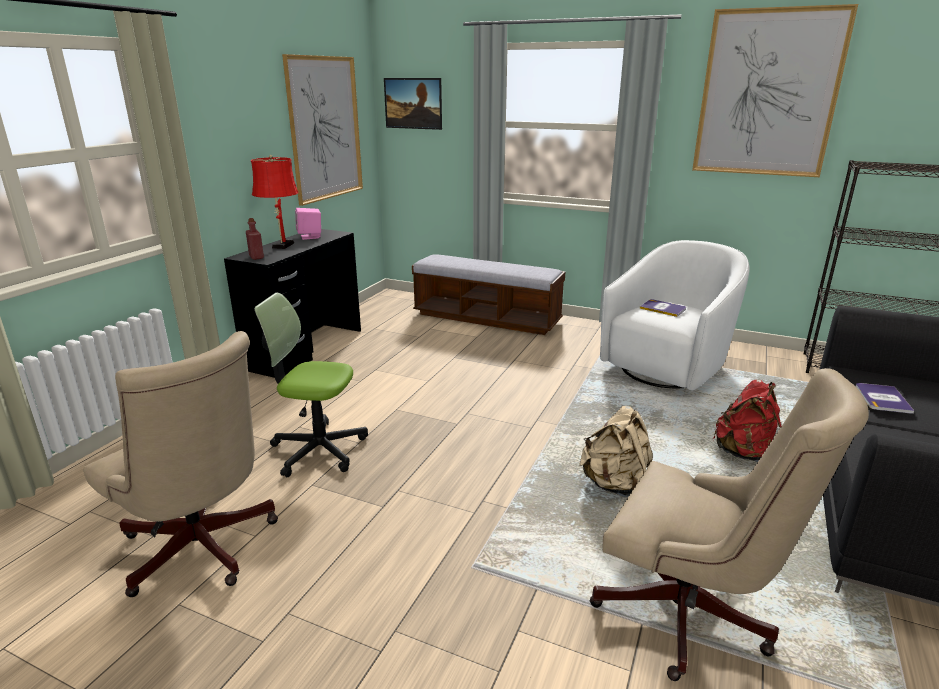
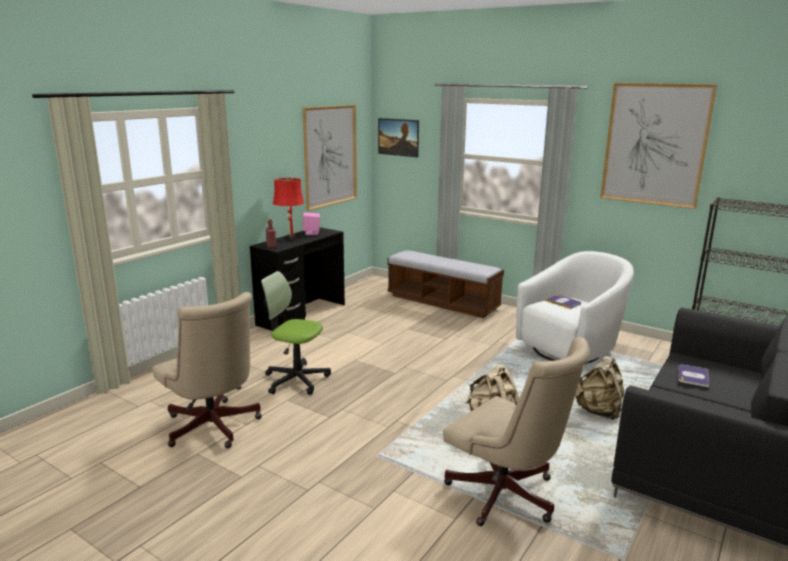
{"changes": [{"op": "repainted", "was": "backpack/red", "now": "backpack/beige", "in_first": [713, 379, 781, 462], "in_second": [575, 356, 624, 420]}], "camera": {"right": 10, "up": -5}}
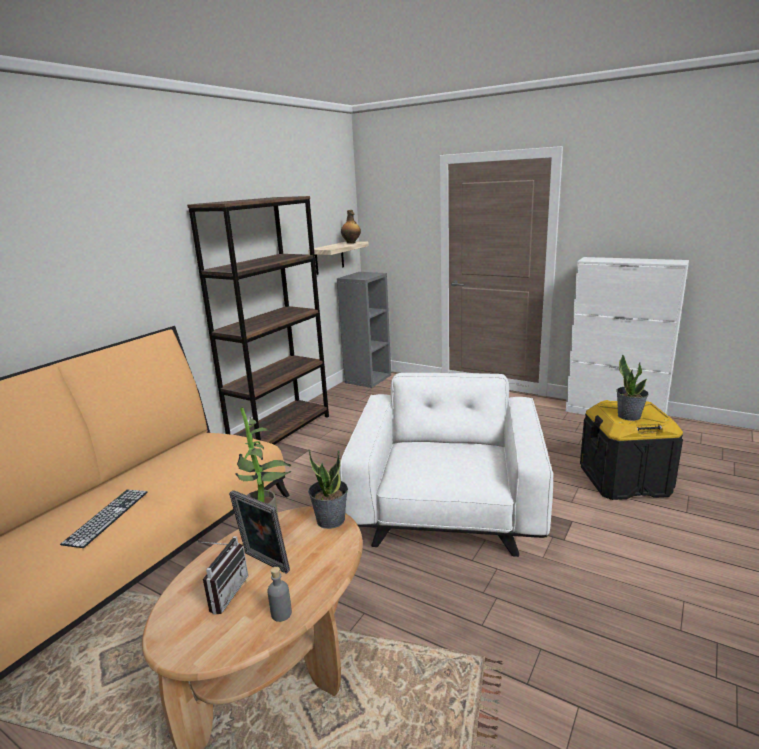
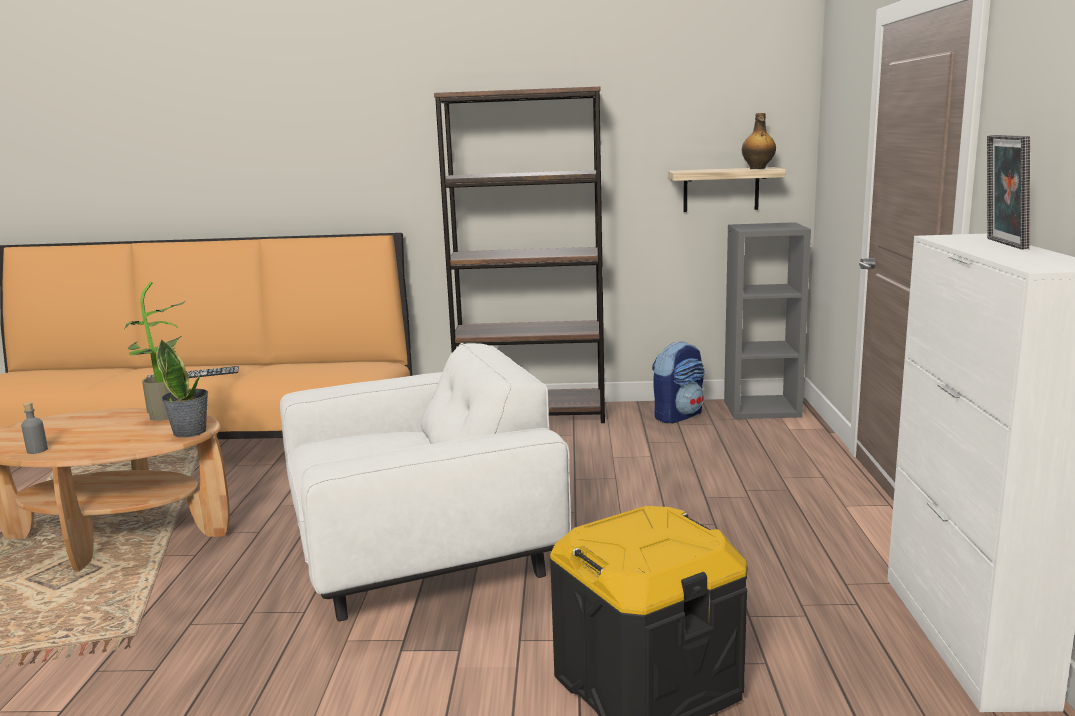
{"changes": [{"op": "new", "now": "backpack", "in_second": [652, 341, 705, 423]}, {"op": "shifted", "was": "picture frame", "in_first": [229, 490, 290, 574], "in_second": [987, 135, 1030, 249]}, {"op": "gone", "was": "radio", "in_first": [197, 536, 248, 615]}, {"op": "gone", "was": "potted plant", "in_first": [616, 354, 649, 421]}], "camera": {"right": 60, "up": -5}}
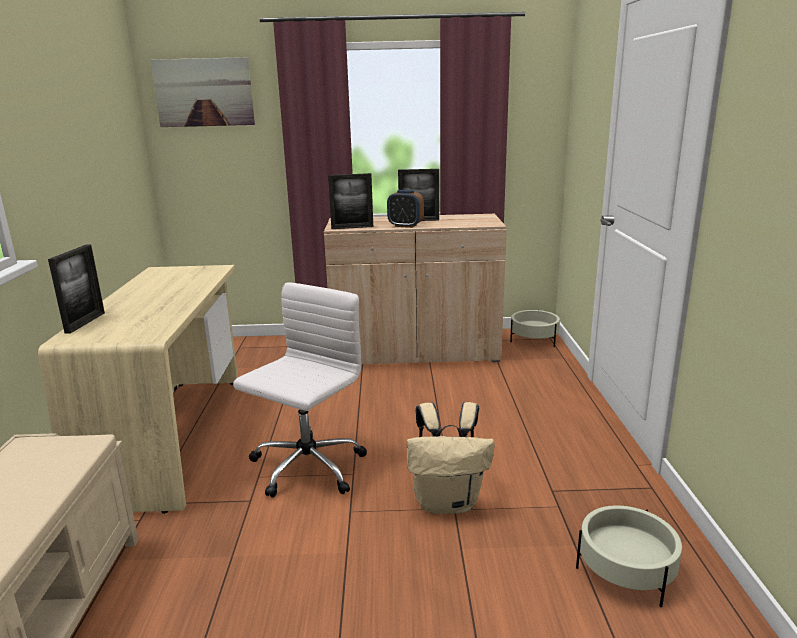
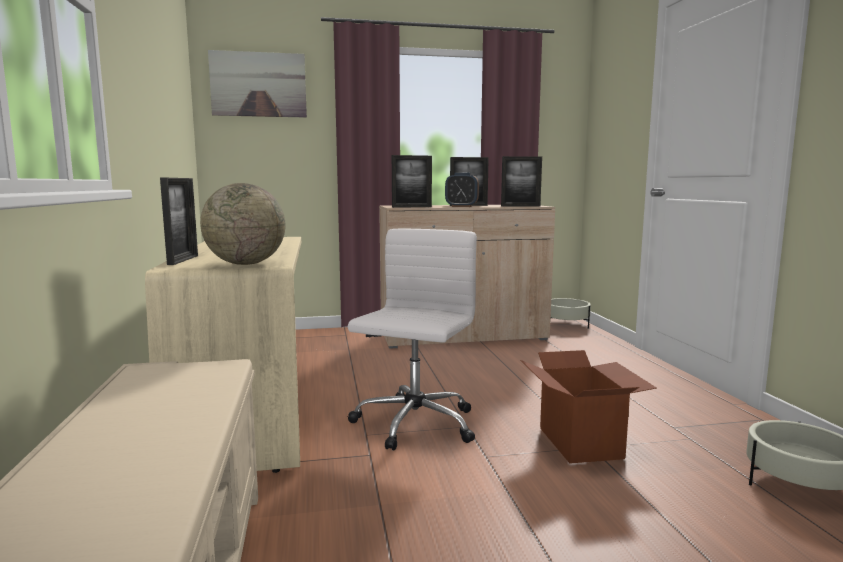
{"changes": [{"op": "new", "now": "globe", "in_second": [200, 183, 285, 265]}, {"op": "new", "now": "picture frame", "in_second": [501, 156, 542, 207]}, {"op": "swapped", "was": "backpack/beige", "now": "cardboard box", "in_first": [407, 402, 495, 514], "in_second": [520, 350, 657, 464]}], "camera": {"right": -10, "up": -10}}
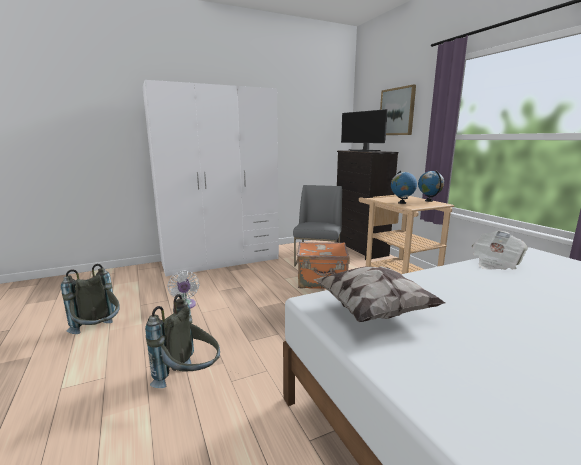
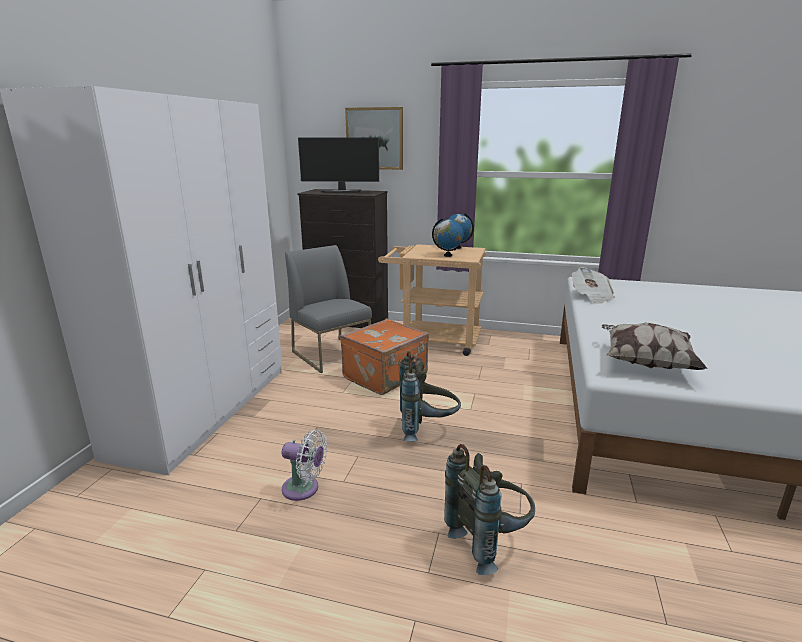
{"changes": [{"op": "shifted", "was": "backpack/grey", "in_first": [61, 264, 120, 334], "in_second": [399, 351, 461, 441]}], "camera": {"right": -50, "up": 5}}
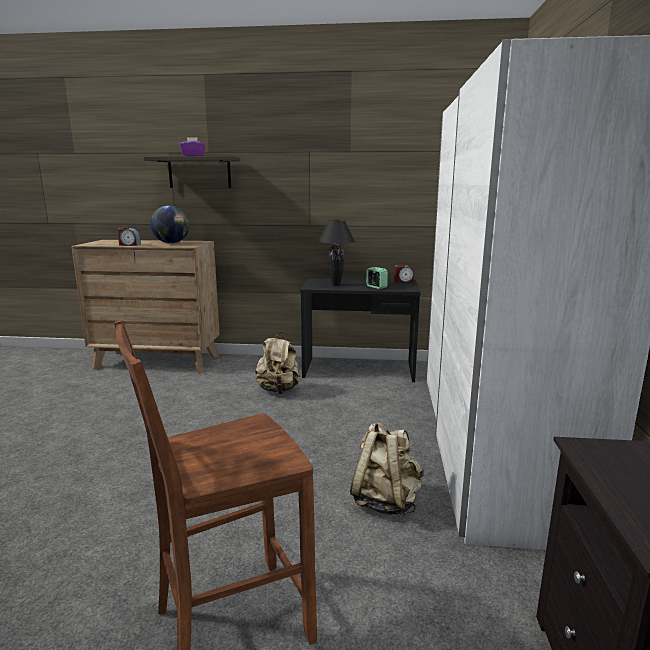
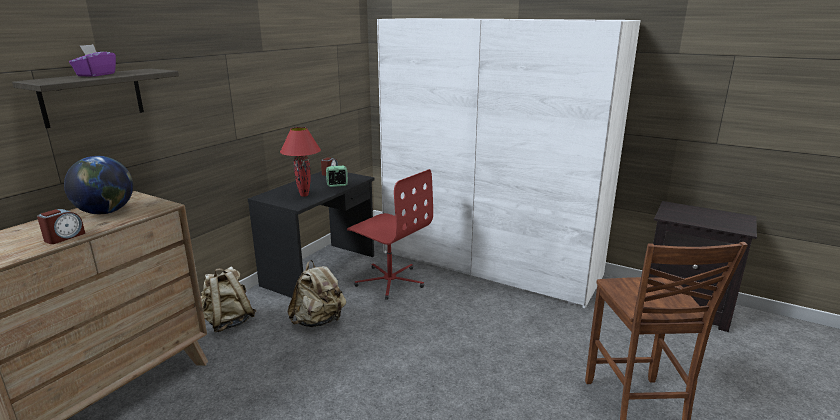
{"changes": [{"op": "shifted", "was": "backpack/beige", "in_first": [350, 422, 424, 515], "in_second": [201, 266, 256, 332]}, {"op": "repainted", "was": "table lamp/black", "now": "table lamp/red", "in_first": [318, 220, 355, 286], "in_second": [280, 127, 321, 197]}, {"op": "new", "now": "office chair/red", "in_second": [347, 169, 433, 300]}], "camera": {"right": -65, "up": 5}}
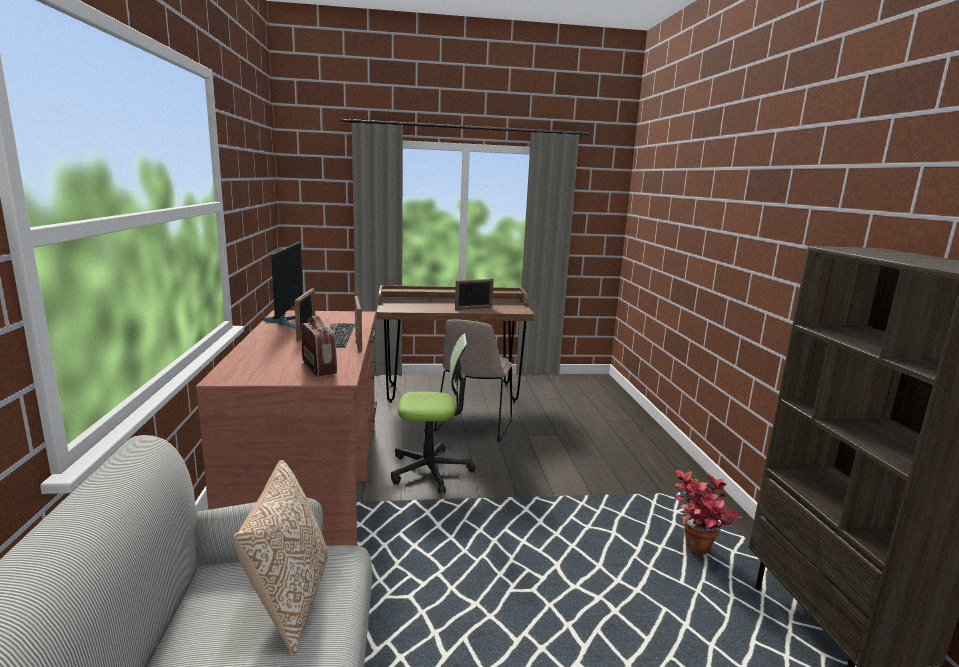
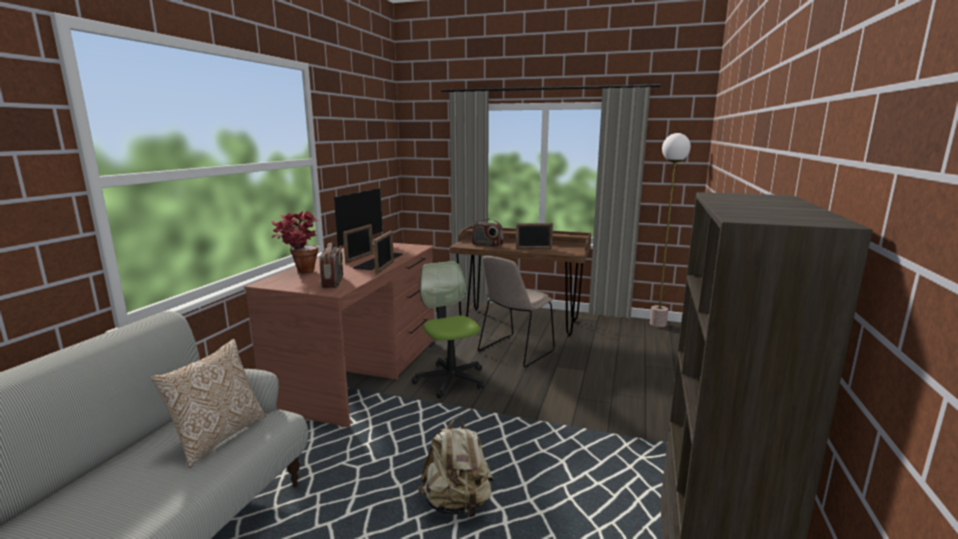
{"changes": [{"op": "shifted", "was": "potted plant", "in_first": [675, 470, 741, 555], "in_second": [271, 211, 320, 273]}, {"op": "rotated", "was": "office chair", "in_first": [391, 334, 475, 494], "in_second": [412, 261, 484, 399], "clockwise": -135}, {"op": "new", "now": "backpack/beige", "in_second": [418, 417, 494, 518]}, {"op": "new", "now": "radio", "in_second": [472, 219, 504, 247]}, {"op": "new", "now": "floor lamp", "in_second": [650, 133, 691, 327]}], "camera": {"right": 25, "up": 0}}
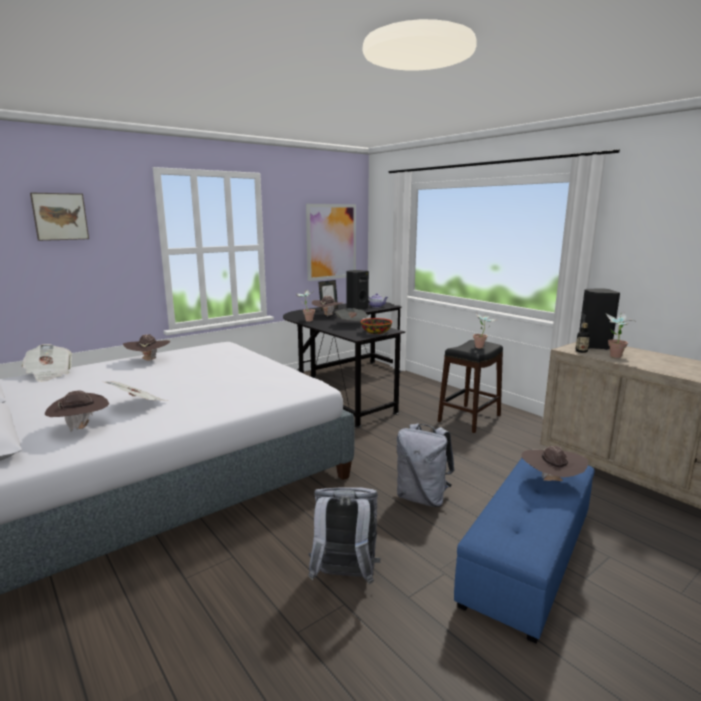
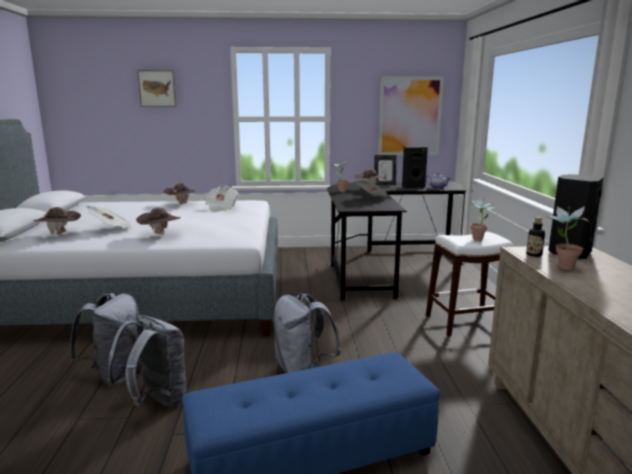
{"changes": [{"op": "new", "now": "backpack/grey", "in_second": [69, 293, 141, 383]}, {"op": "shifted", "was": "hat/brown", "in_first": [522, 446, 588, 481], "in_second": [136, 208, 181, 235]}, {"op": "shifted", "was": "newspaper", "in_first": [21, 344, 72, 382], "in_second": [204, 186, 239, 213]}, {"op": "repainted", "was": "stool/black", "now": "stool/white", "in_first": [438, 340, 503, 433], "in_second": [426, 232, 514, 337]}, {"op": "gone", "was": "bowl", "in_first": [361, 318, 392, 334]}], "camera": {"right": 35, "up": 0}}
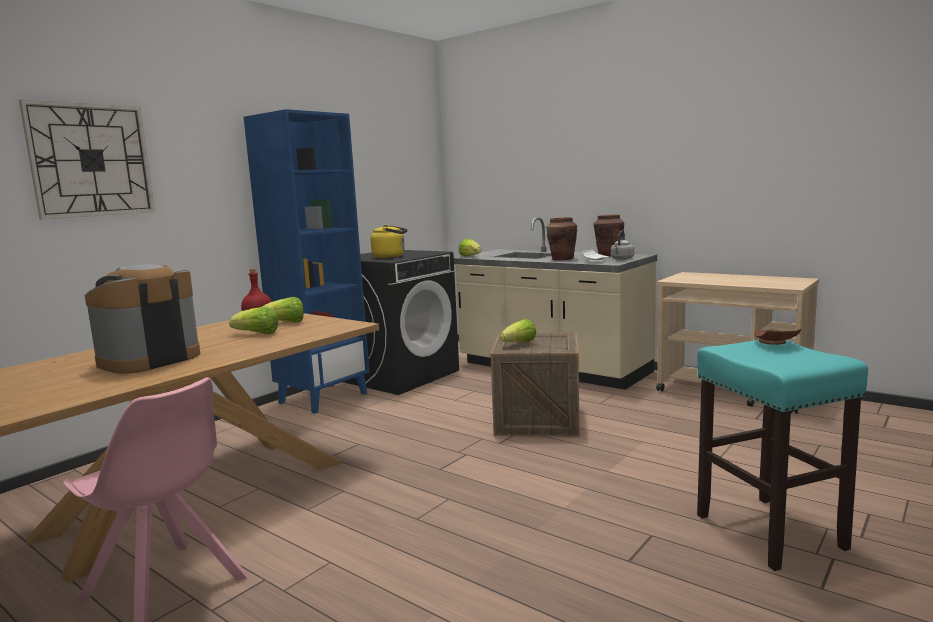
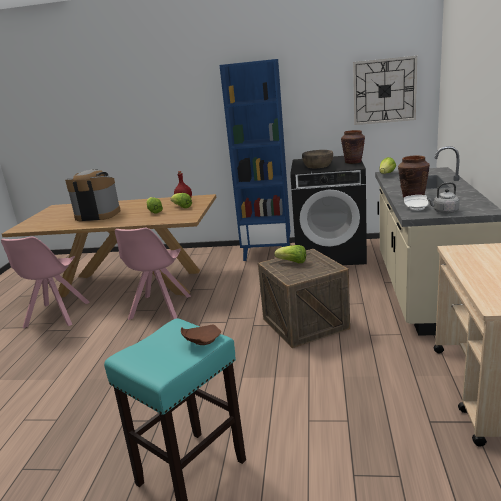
{"changes": [{"op": "new", "now": "chair/pink", "in_second": [115, 228, 191, 320]}, {"op": "swapped", "was": "kettle/yellow", "now": "bowl/brown", "in_first": [371, 224, 408, 258], "in_second": [302, 150, 333, 168]}, {"op": "shifted", "was": "vase/brown", "in_first": [594, 215, 624, 256], "in_second": [341, 130, 365, 164]}, {"op": "shifted", "was": "wall clock", "in_first": [19, 100, 155, 220], "in_second": [353, 56, 417, 125]}], "camera": {"right": 60, "up": 10}}
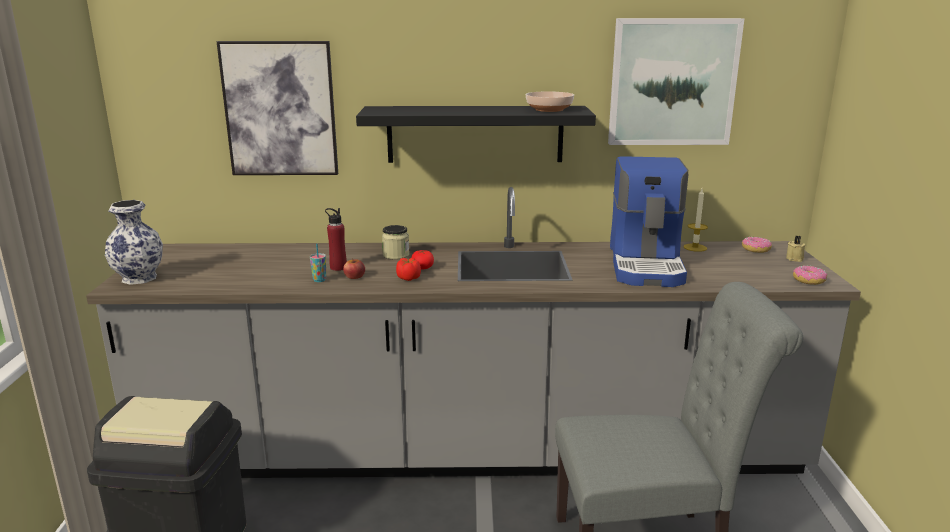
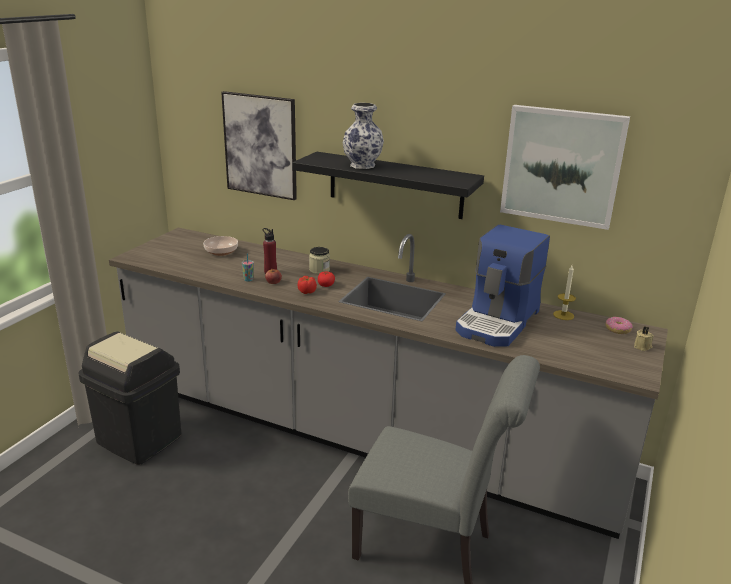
{"changes": [{"op": "shifted", "was": "bowl", "in_first": [526, 91, 574, 112], "in_second": [203, 236, 238, 256]}, {"op": "shifted", "was": "vase", "in_first": [105, 200, 163, 285], "in_second": [343, 103, 384, 169]}, {"op": "gone", "was": "donut", "in_first": [793, 266, 827, 285]}], "camera": {"right": 25, "up": 5}}
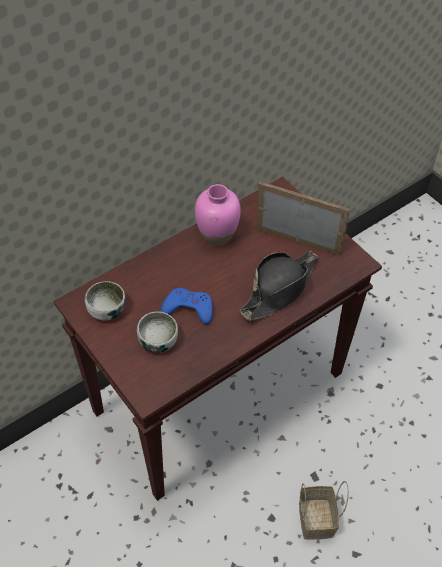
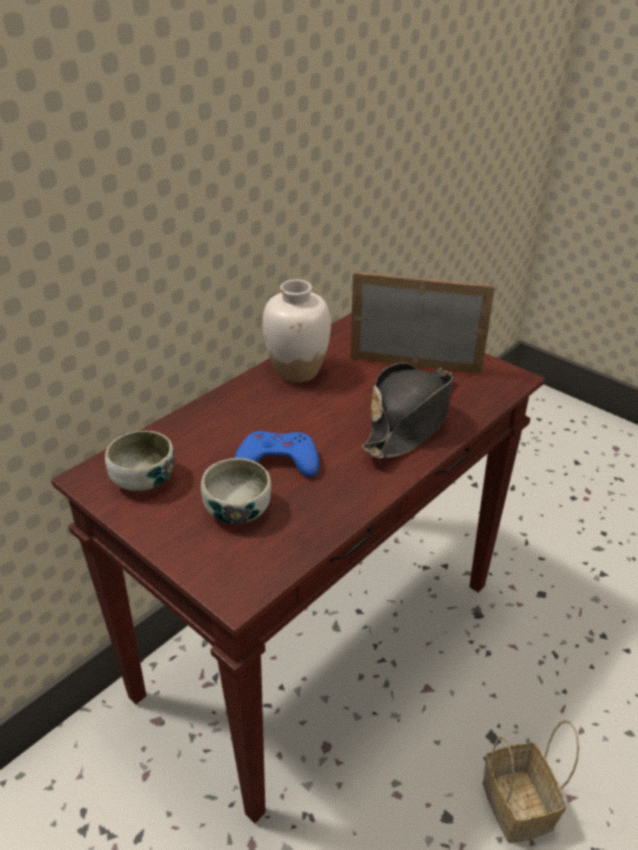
{"changes": [{"op": "repainted", "was": "vase/pink", "now": "vase/white", "in_first": [195, 184, 241, 246], "in_second": [262, 279, 331, 383]}], "camera": {"right": -10, "up": -15}}
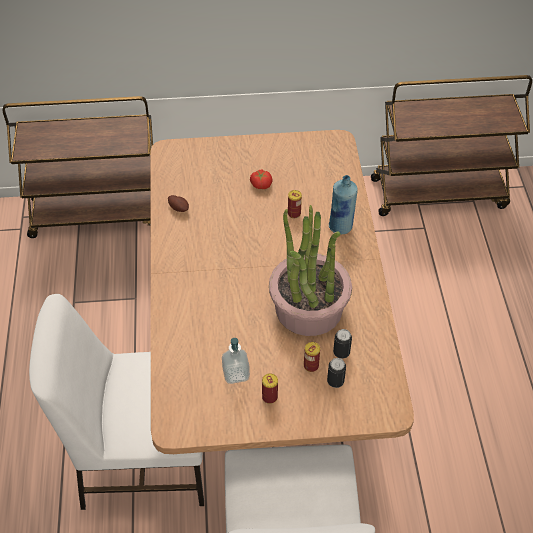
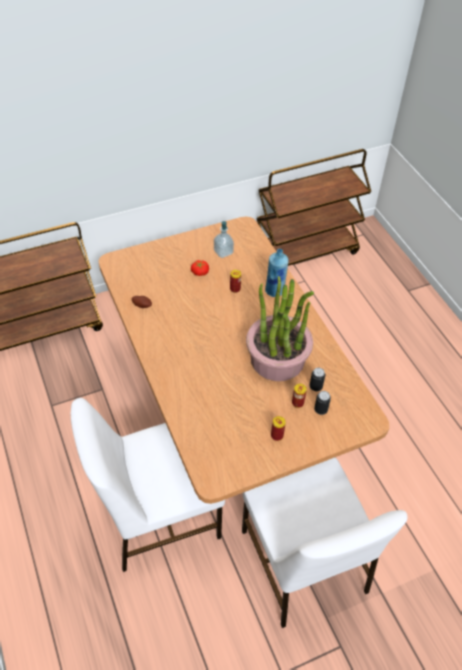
{"changes": [{"op": "shifted", "was": "soap dispenser", "in_first": [222, 338, 250, 384], "in_second": [214, 221, 234, 258]}], "camera": {"right": -20, "up": 0}}
